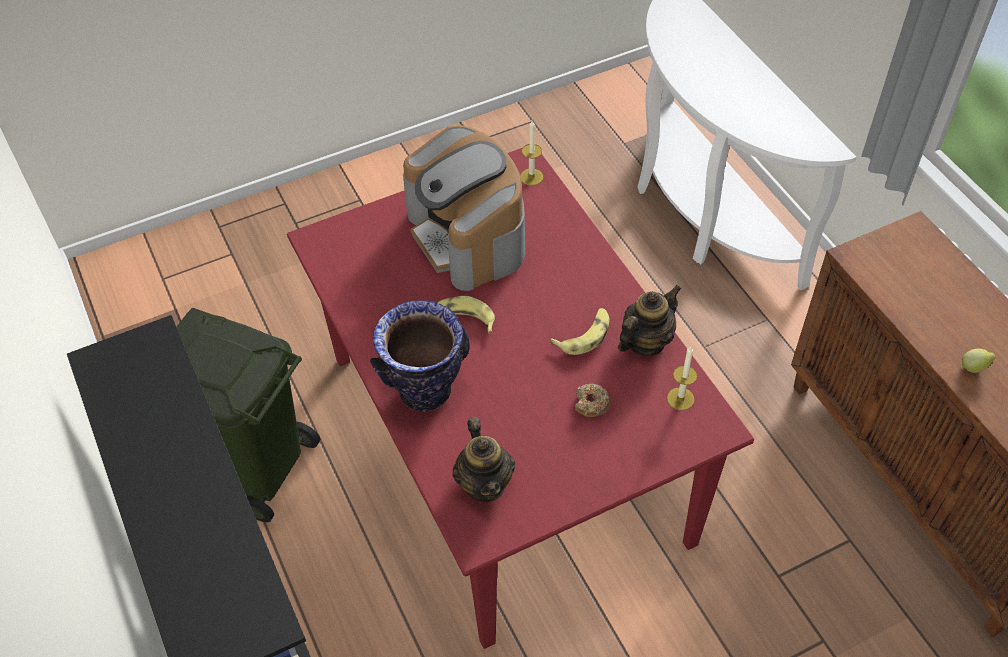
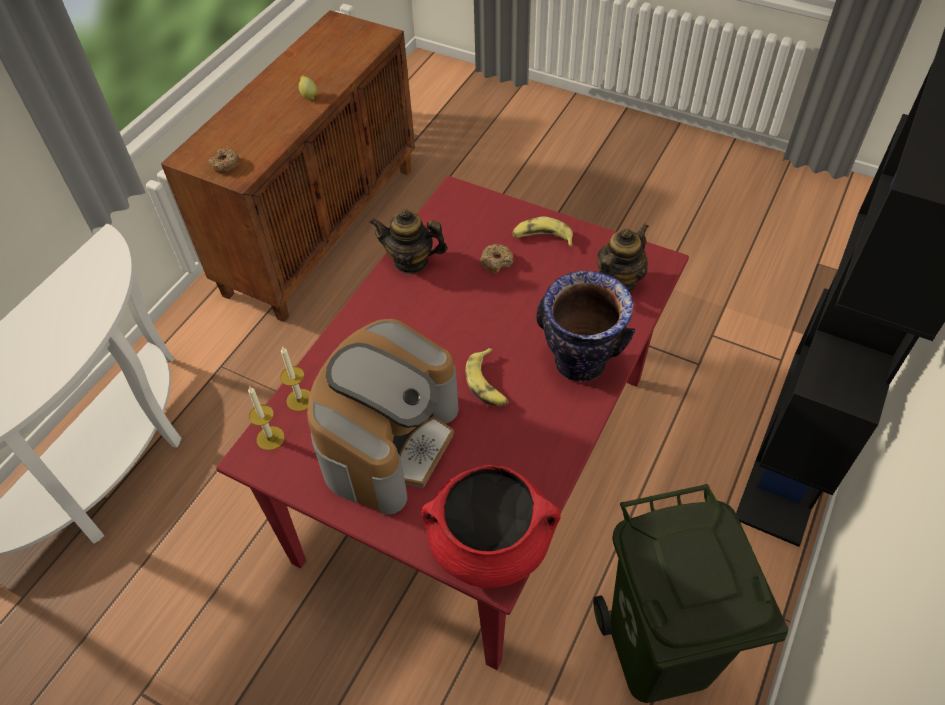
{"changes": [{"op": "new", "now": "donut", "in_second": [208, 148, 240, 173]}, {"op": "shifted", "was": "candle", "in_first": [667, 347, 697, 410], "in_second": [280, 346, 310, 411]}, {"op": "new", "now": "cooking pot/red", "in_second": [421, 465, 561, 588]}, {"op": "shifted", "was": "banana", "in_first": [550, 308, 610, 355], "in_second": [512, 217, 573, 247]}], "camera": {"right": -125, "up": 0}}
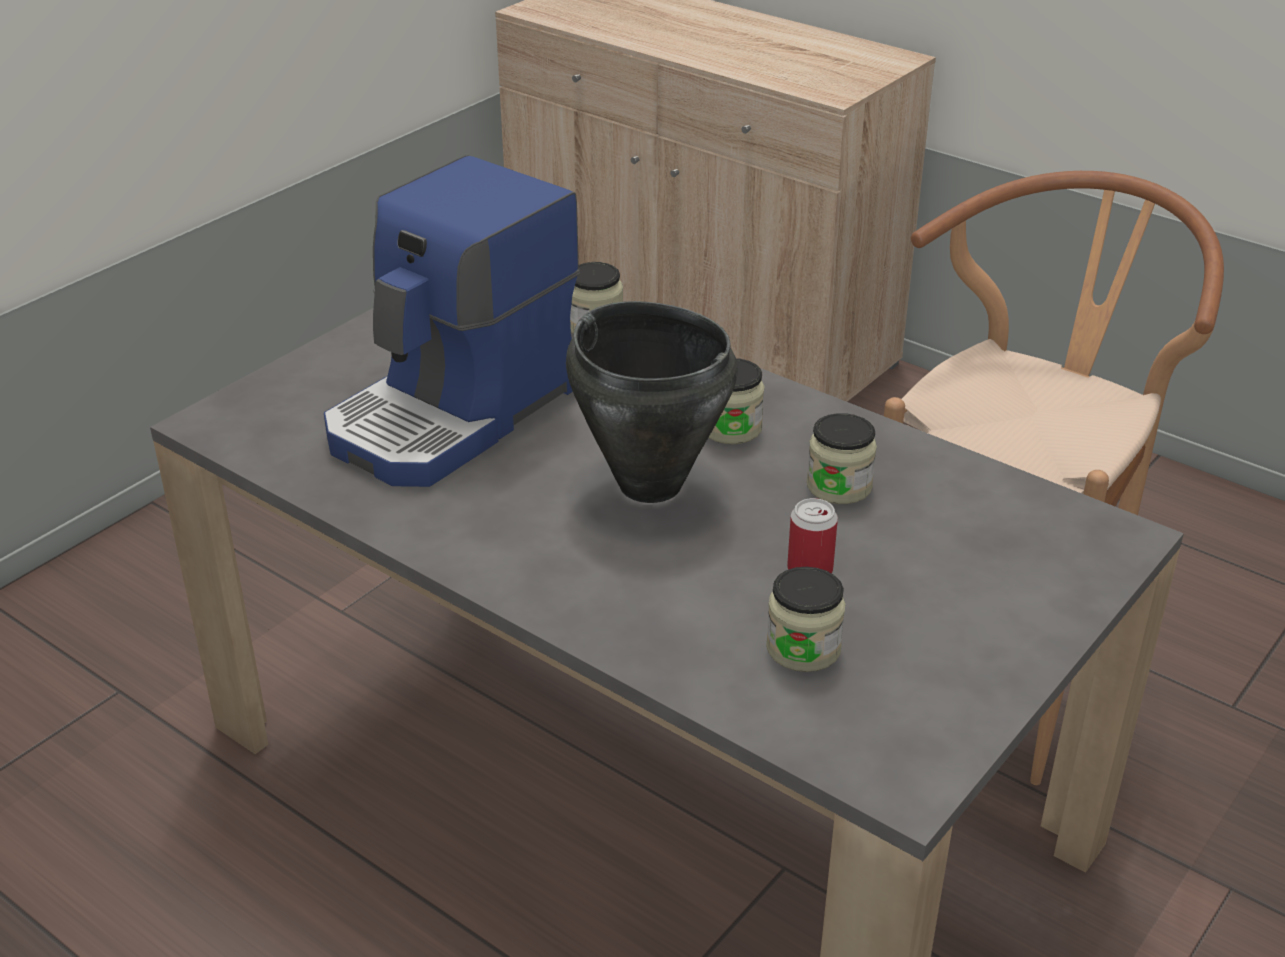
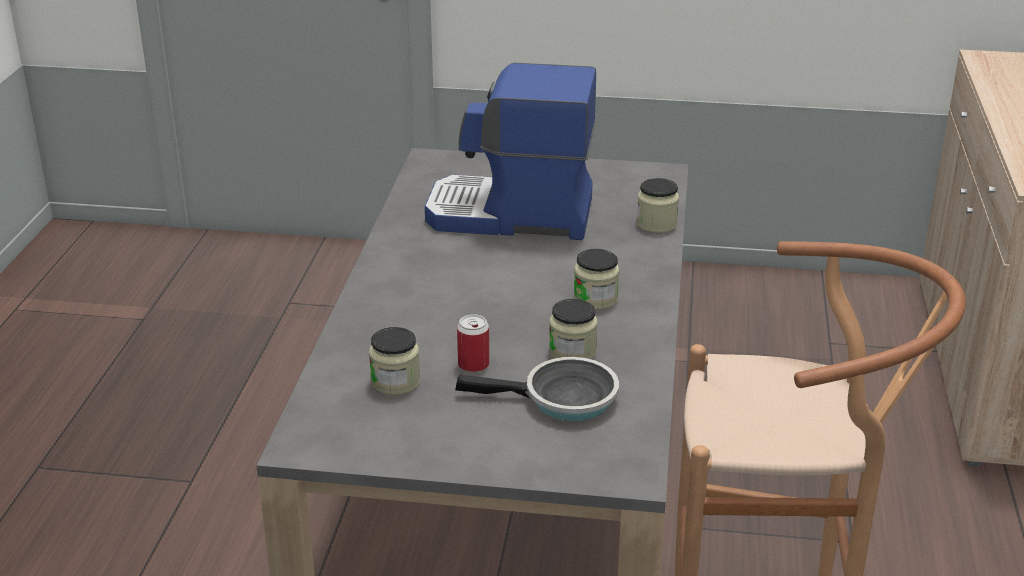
{"changes": [{"op": "new", "now": "frying pan", "in_second": [455, 357, 619, 421]}, {"op": "gone", "was": "cooking pot/black", "in_first": [566, 301, 738, 503]}], "camera": {"right": 60, "up": -5}}
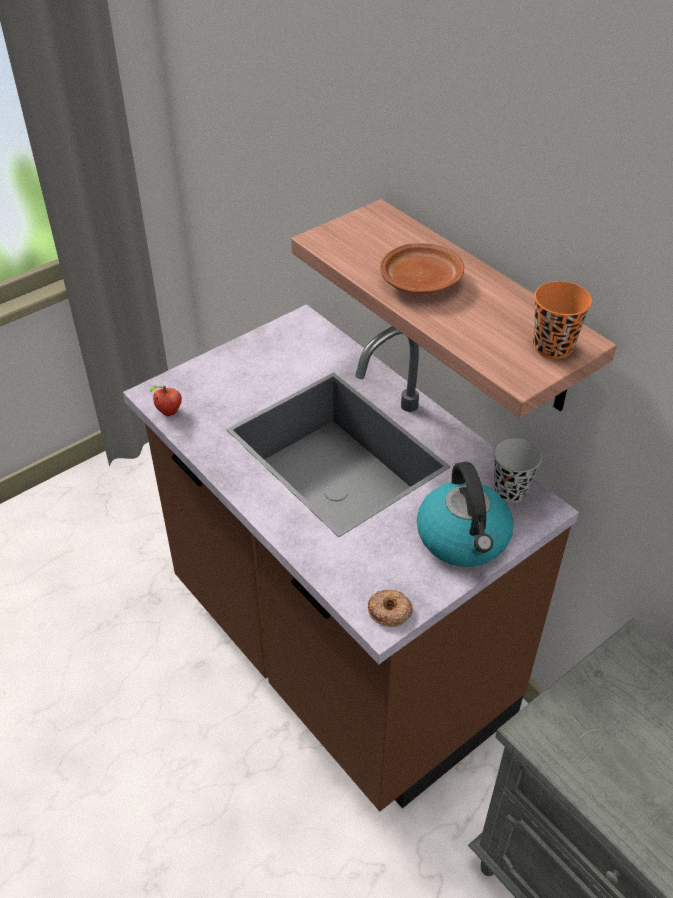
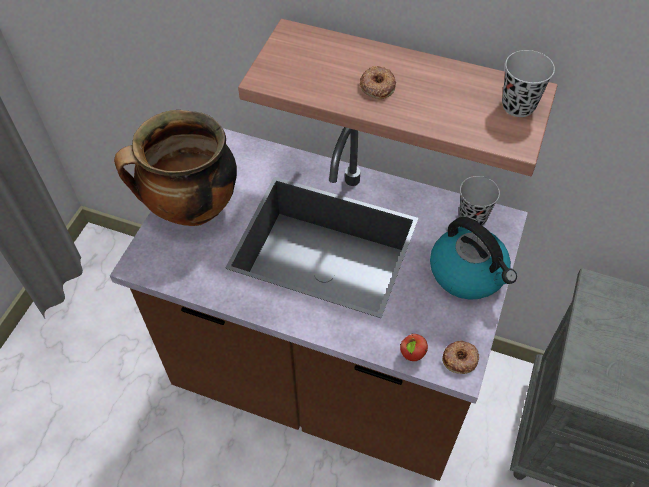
{"changes": [{"op": "new", "now": "cooking pot", "in_second": [114, 110, 237, 226]}, {"op": "swapped", "was": "plate/brown", "now": "donut", "in_first": [380, 243, 464, 294], "in_second": [360, 66, 396, 99]}, {"op": "shifted", "was": "apple", "in_first": [150, 386, 182, 416], "in_second": [400, 333, 428, 361]}, {"op": "repainted", "was": "cup/orange", "now": "cup/black", "in_first": [533, 281, 592, 359], "in_second": [502, 50, 555, 117]}], "camera": {"right": -30, "up": 10}}
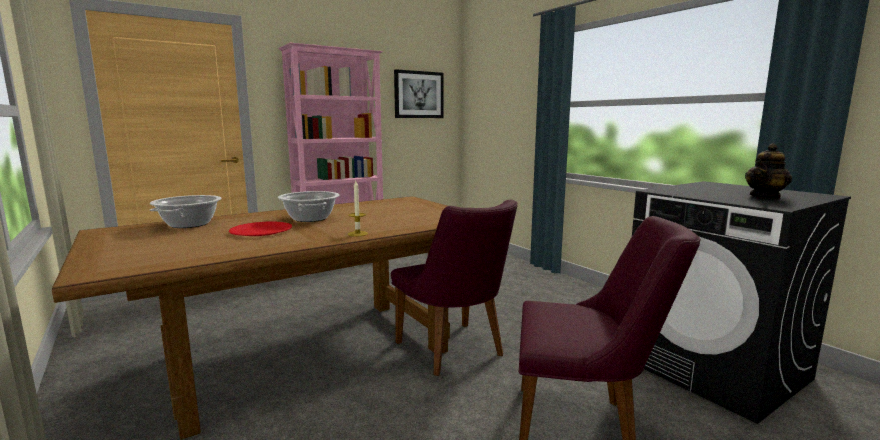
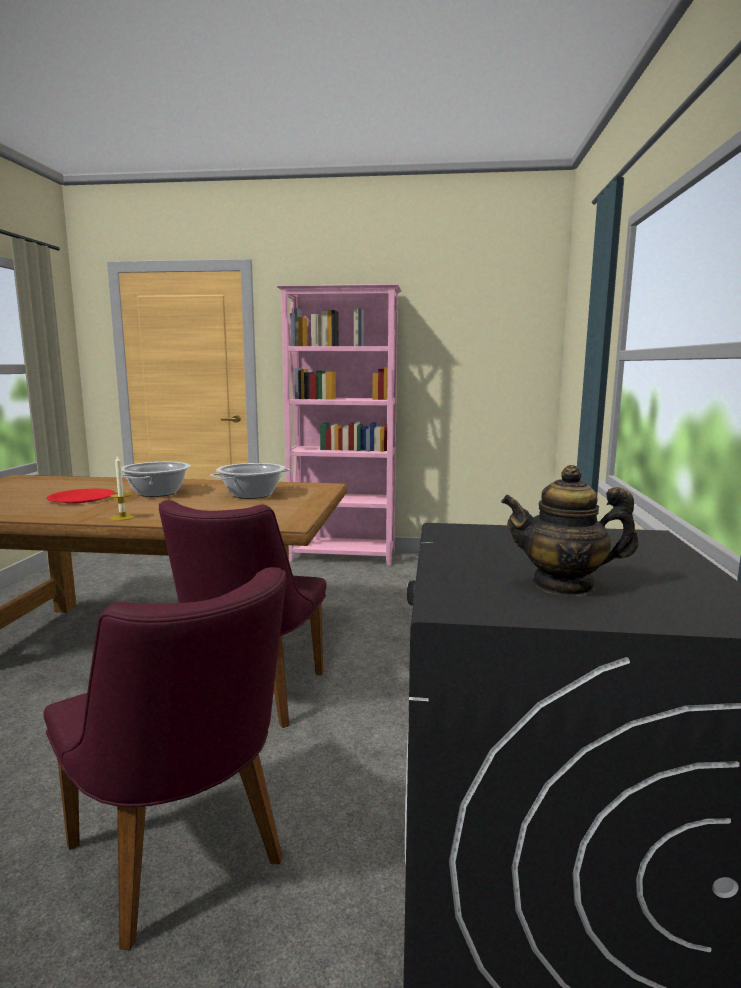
{"changes": [{"op": "shifted", "was": "cooking pot", "in_first": [150, 195, 222, 228], "in_second": [210, 463, 290, 499]}, {"op": "gone", "was": "picture", "in_first": [394, 69, 443, 118]}], "camera": {"right": 40, "up": 0}}
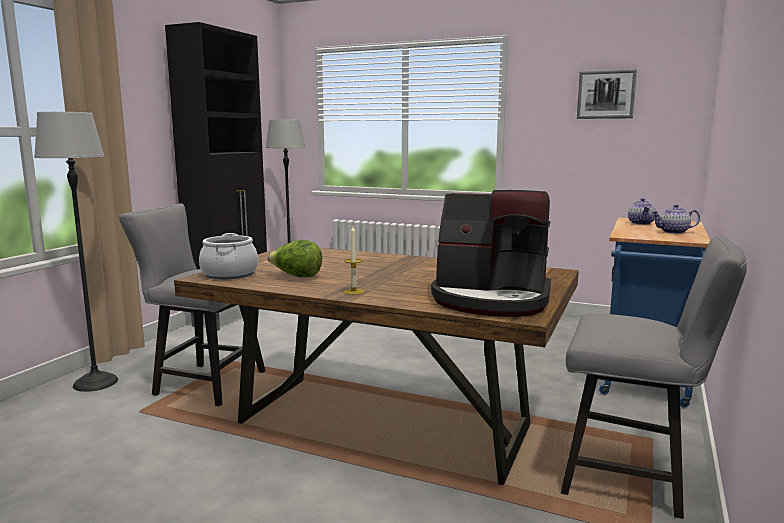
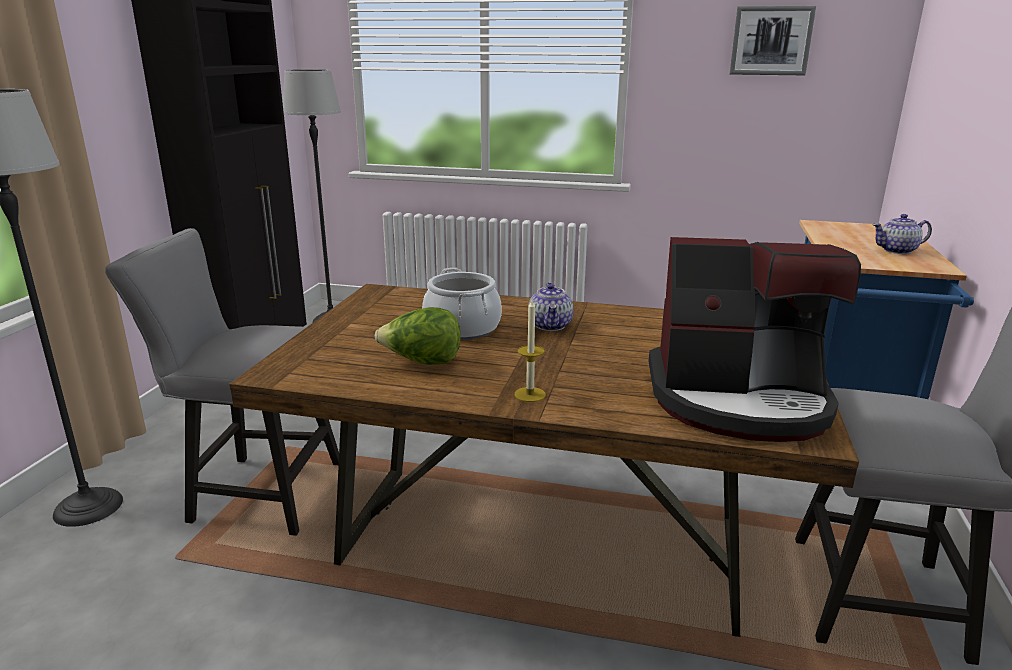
{"changes": [{"op": "shifted", "was": "cooking pot", "in_first": [199, 233, 258, 279], "in_second": [422, 268, 502, 340]}, {"op": "shifted", "was": "teapot", "in_first": [628, 198, 656, 225], "in_second": [528, 283, 573, 331]}], "camera": {"right": -10, "up": 10}}
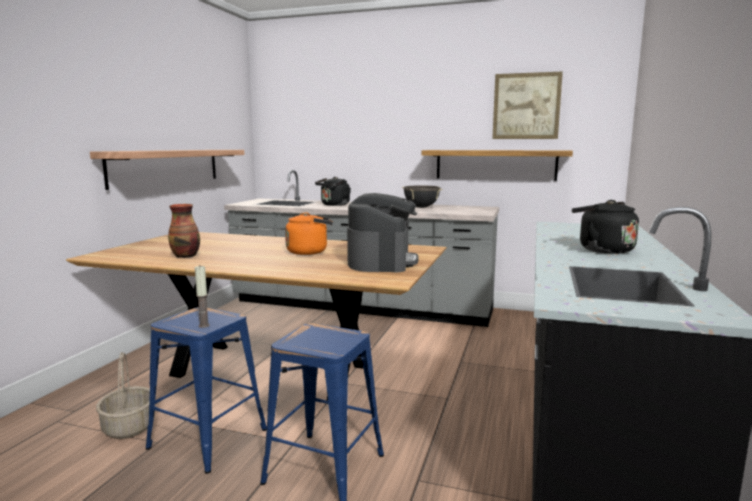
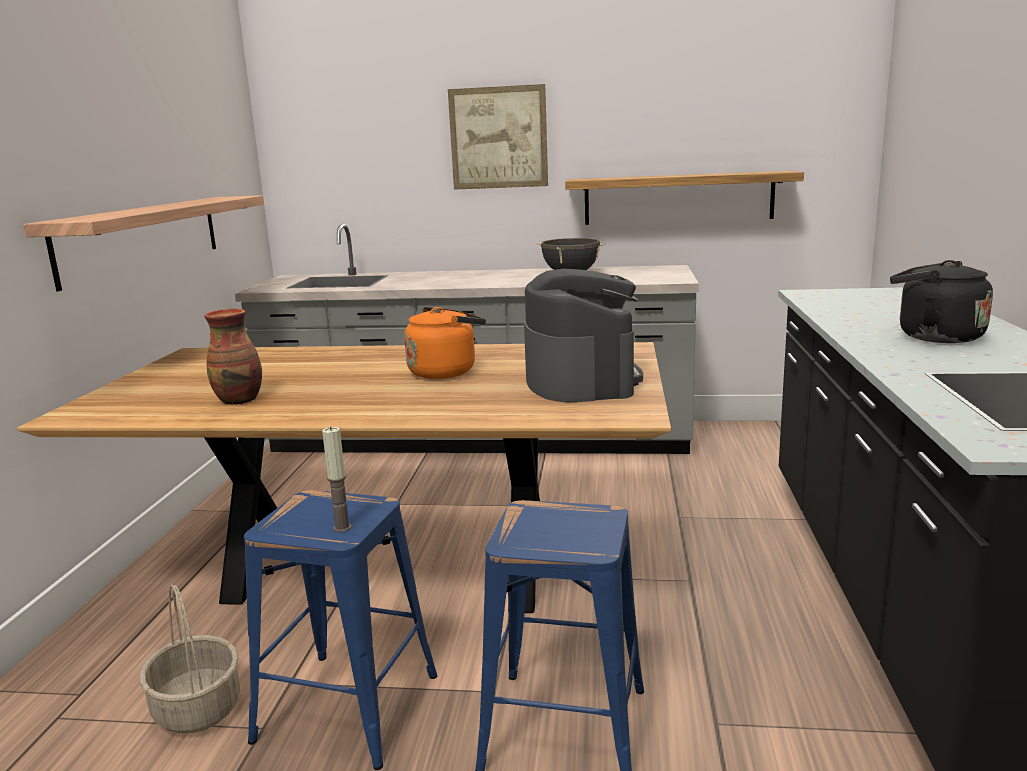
{"changes": [{"op": "shifted", "was": "picture", "in_first": [492, 71, 563, 139], "in_second": [448, 84, 548, 190]}, {"op": "gone", "was": "kettle/black", "in_first": [315, 177, 351, 206]}], "camera": {"right": -10, "up": 5}}
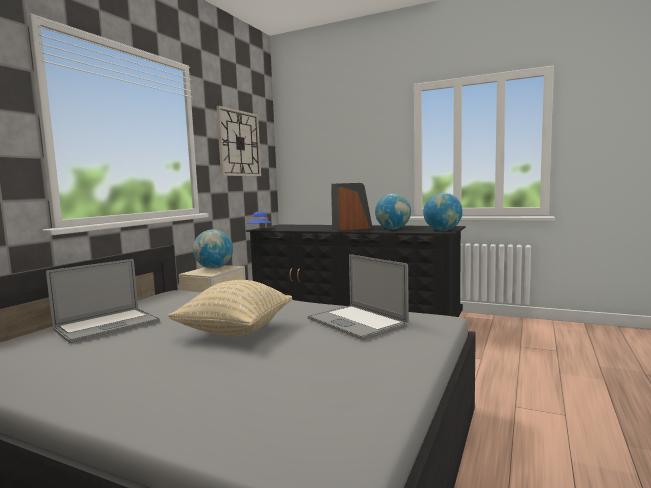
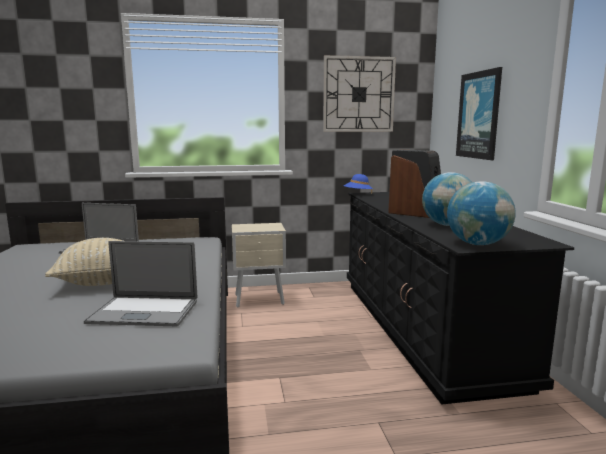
{"changes": [{"op": "rotated", "was": "laptop", "in_first": [308, 254, 409, 340], "in_second": [84, 241, 197, 327], "clockwise": -105}, {"op": "new", "now": "picture", "in_second": [456, 67, 502, 160]}, {"op": "gone", "was": "globe", "in_first": [193, 230, 233, 269]}], "camera": {"right": 55, "up": 5}}
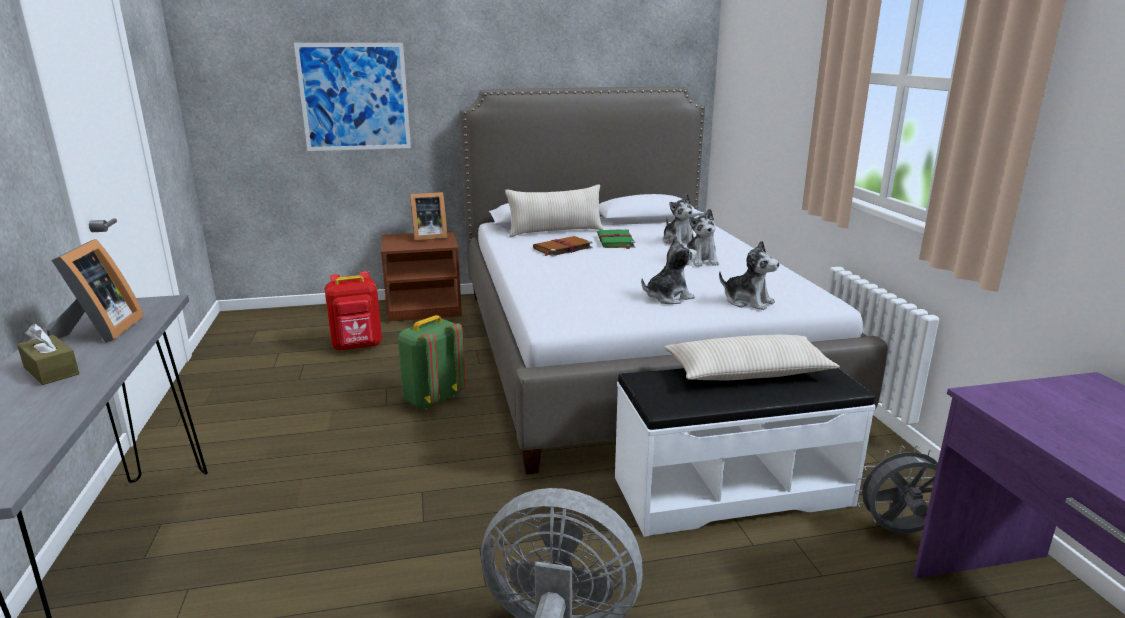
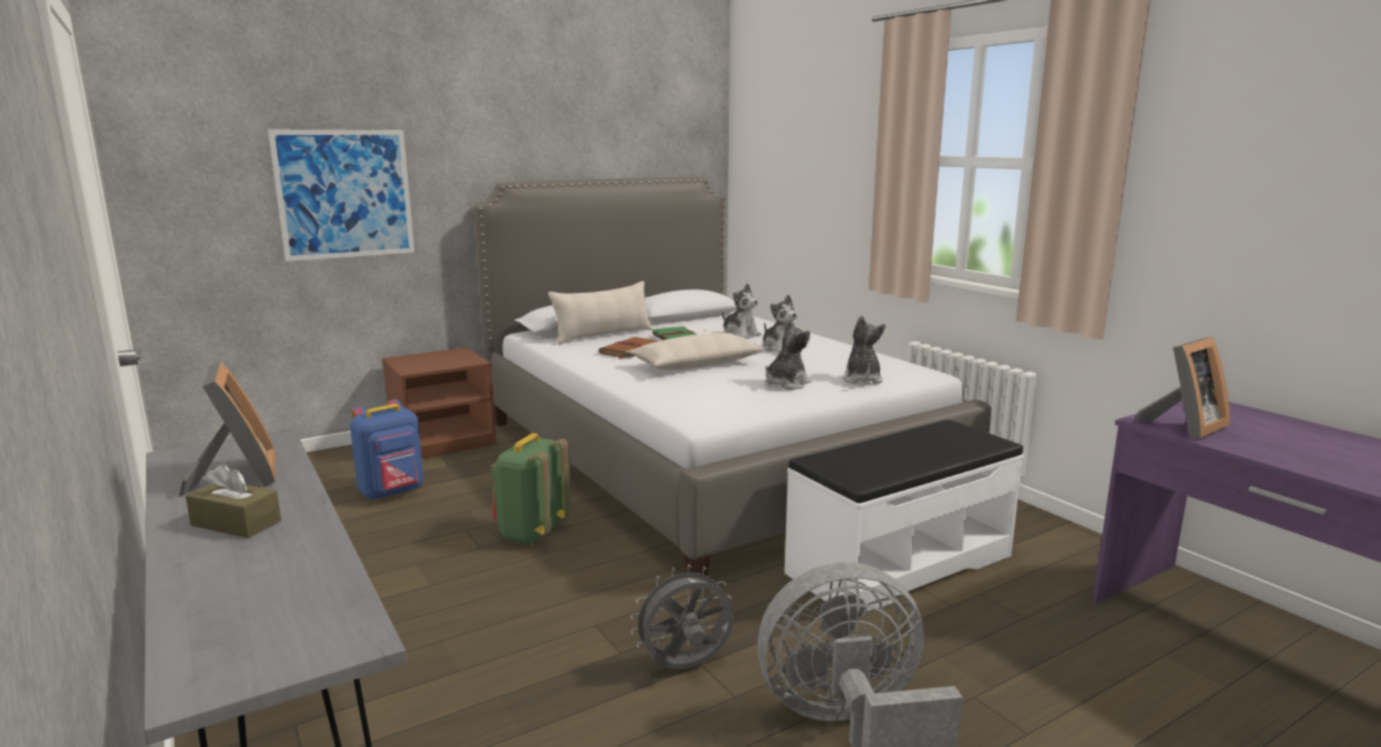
{"changes": [{"op": "repainted", "was": "backpack/red", "now": "backpack/blue", "in_first": [325, 271, 382, 351], "in_second": [350, 399, 423, 500]}, {"op": "shifted", "was": "pillow/beige", "in_first": [664, 335, 840, 380], "in_second": [628, 333, 765, 370]}, {"op": "shifted", "was": "fan/grey", "in_first": [855, 445, 938, 533], "in_second": [631, 564, 734, 669]}, {"op": "rotated", "was": "plush toy", "in_first": [719, 240, 780, 310], "in_second": [842, 315, 886, 384], "clockwise": -105}, {"op": "shifted", "was": "picture frame", "in_first": [410, 192, 448, 241], "in_second": [1136, 337, 1230, 439]}], "camera": {"right": -20, "up": -5}}
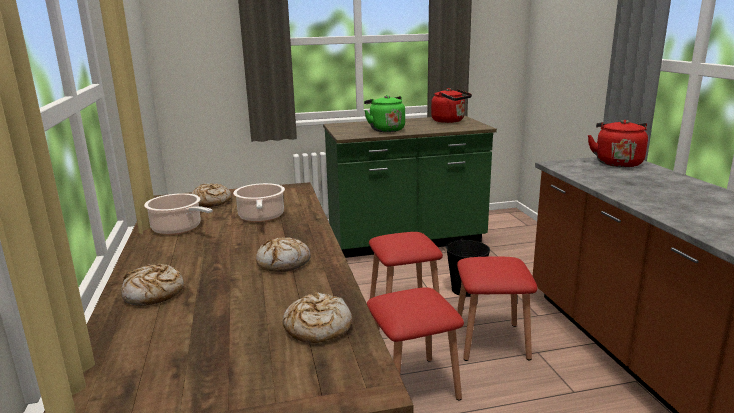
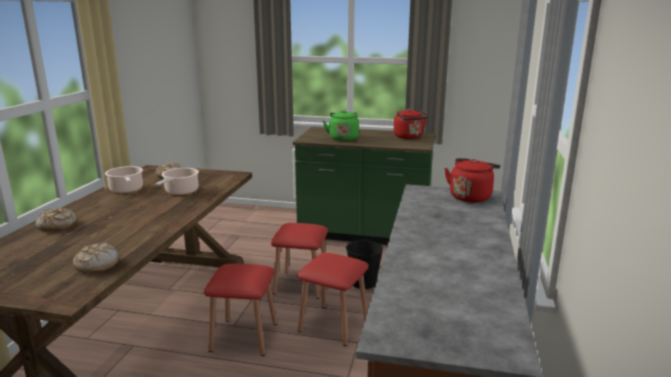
{"changes": [{"op": "gone", "was": "bread", "in_first": [256, 237, 311, 272]}], "camera": {"right": 25, "up": 0}}
